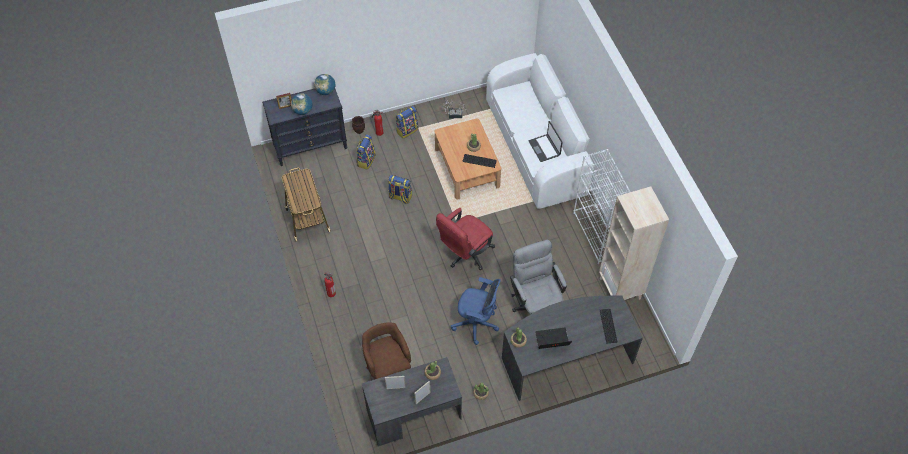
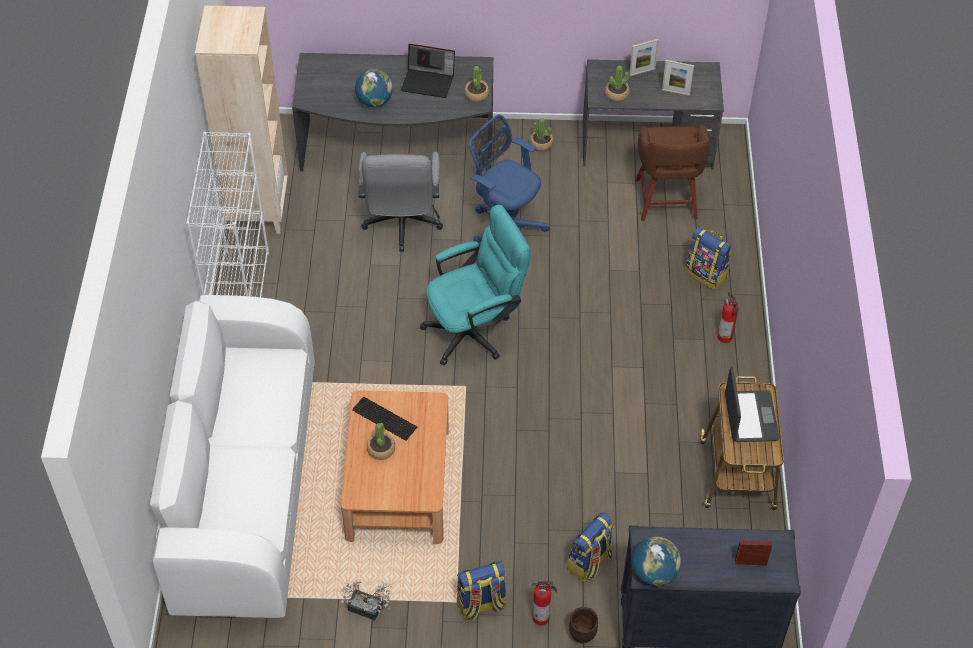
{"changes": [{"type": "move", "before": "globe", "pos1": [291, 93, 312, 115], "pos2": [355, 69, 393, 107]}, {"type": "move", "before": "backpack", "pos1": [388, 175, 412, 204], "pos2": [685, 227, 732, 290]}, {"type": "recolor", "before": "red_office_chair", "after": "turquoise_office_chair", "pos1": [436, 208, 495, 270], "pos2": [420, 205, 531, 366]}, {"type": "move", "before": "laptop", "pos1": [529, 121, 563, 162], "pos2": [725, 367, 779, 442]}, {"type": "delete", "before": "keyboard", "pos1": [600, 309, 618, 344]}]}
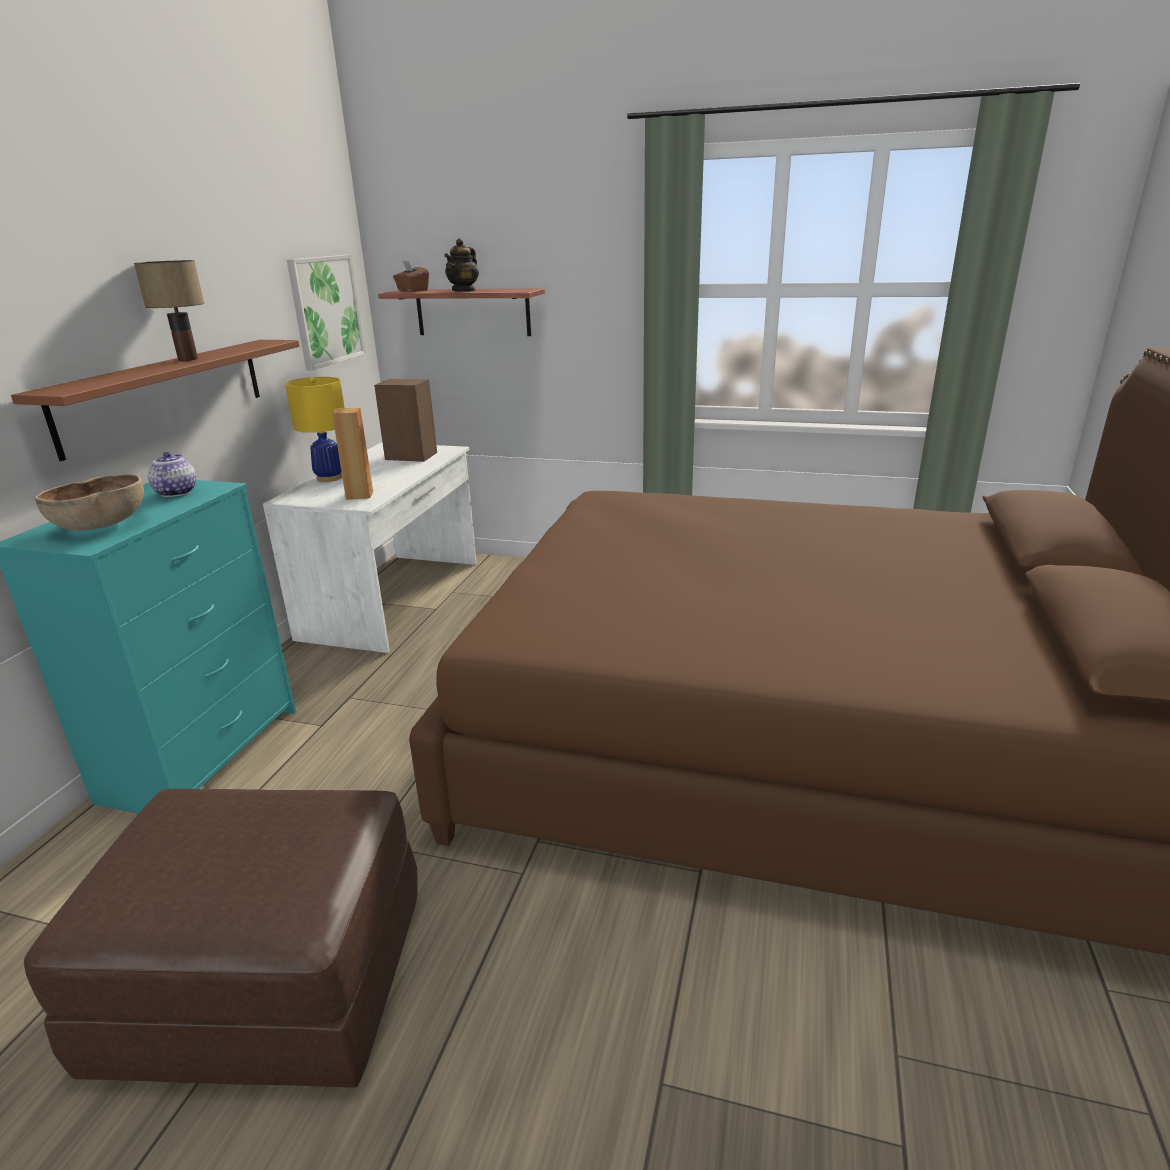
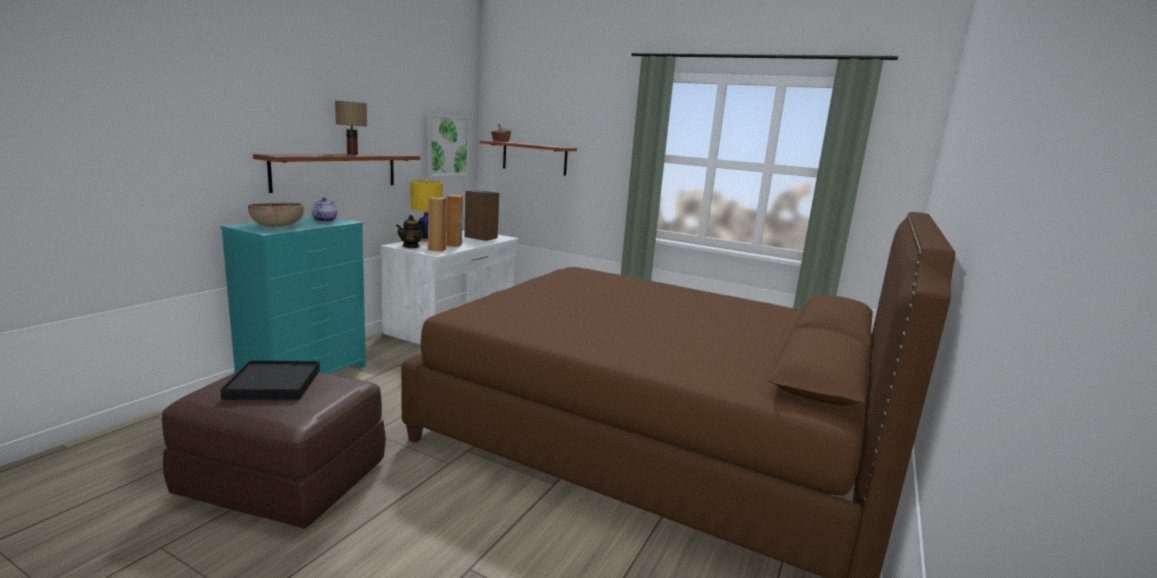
{"changes": [{"type": "move", "before": "teapot", "pos1": [444, 238, 479, 292], "pos2": [396, 215, 426, 248]}, {"type": "insert", "after": "black_tray", "pos2": [220, 360, 320, 400]}, {"type": "insert", "after": "brown_speaker", "pos2": [447, 195, 463, 247]}]}
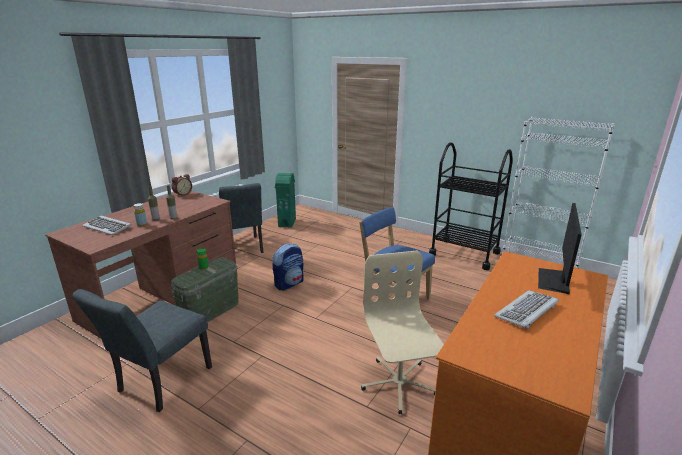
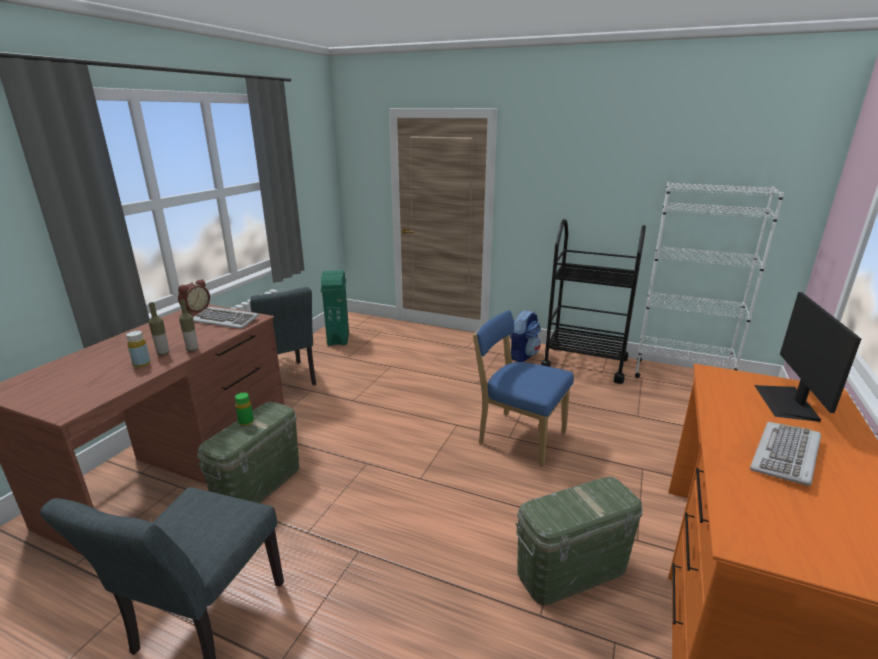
{"changes": [{"type": "move", "before": "keyboard", "pos1": [82, 216, 132, 235], "pos2": [193, 307, 259, 329]}, {"type": "move", "before": "backpack", "pos1": [272, 243, 304, 290], "pos2": [510, 310, 541, 362]}, {"type": "replace", "before": "beige_office_chair", "after": "green_storage_box", "pos1": [361, 251, 444, 414], "pos2": [515, 477, 643, 606]}]}
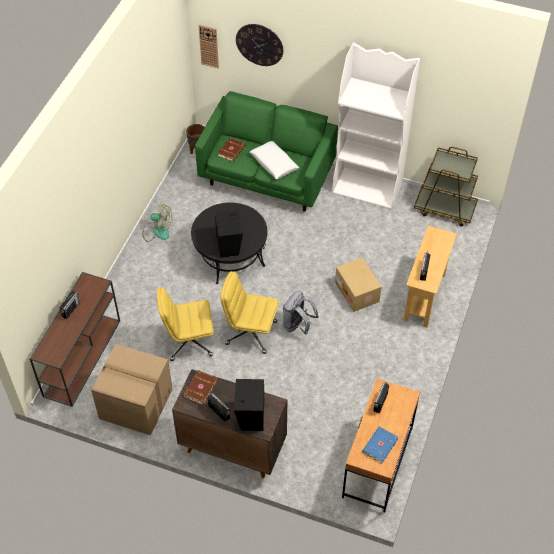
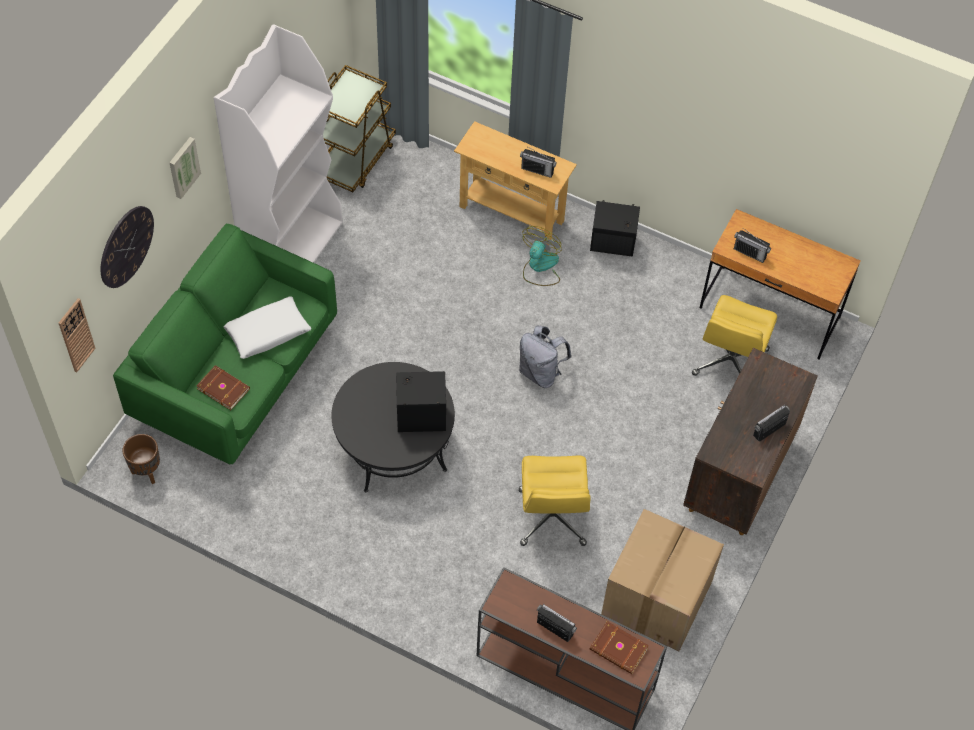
{"changes": [{"type": "move", "before": "fan", "pos1": [142, 204, 172, 242], "pos2": [522, 226, 561, 286]}, {"type": "move", "before": "brown_book", "pos1": [183, 370, 218, 405], "pos2": [590, 621, 649, 674]}, {"type": "move", "before": "yellow_office_chair", "pos1": [221, 271, 279, 354], "pos2": [692, 295, 777, 376]}, {"type": "move", "before": "black_speaker", "pos1": [234, 379, 264, 431], "pos2": [590, 200, 640, 257]}, {"type": "delete", "before": "cardboard_box", "pos1": [335, 257, 382, 312]}, {"type": "delete", "before": "blue_book", "pos1": [362, 426, 398, 463]}, {"type": "insert", "after": "picture", "pos2": [169, 137, 201, 199]}]}
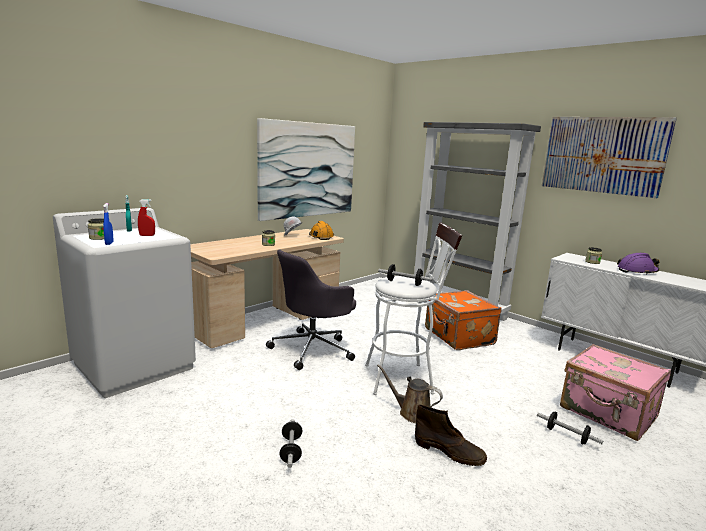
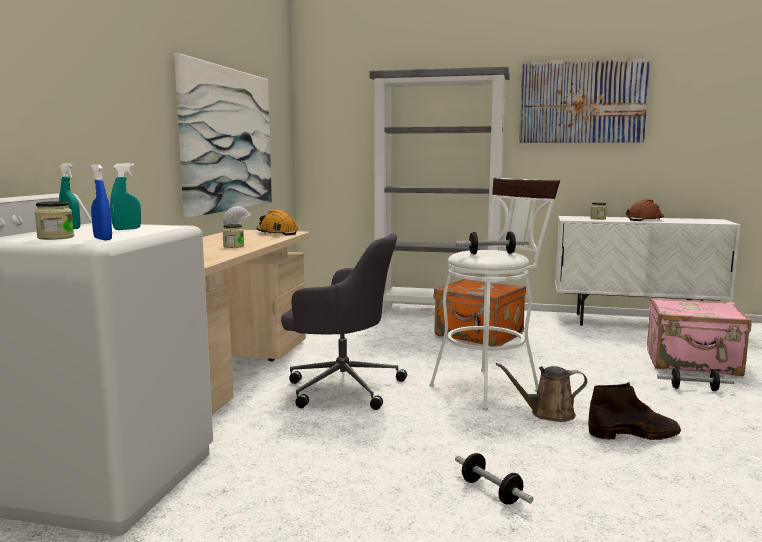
{"changes": [{"type": "recolor", "before": "red_spray_bottle", "after": "turquoise_spray_bottle", "pos1": [138, 199, 155, 236], "pos2": [110, 163, 141, 230]}, {"type": "rotate", "before": "grey_office_chair", "pos1": [266, 250, 356, 370], "pos2": [281, 233, 407, 410], "turn": -90}, {"type": "recolor", "before": "purple_hard_hat", "after": "brown_hard_hat", "pos1": [617, 253, 660, 274], "pos2": [626, 199, 664, 221]}]}
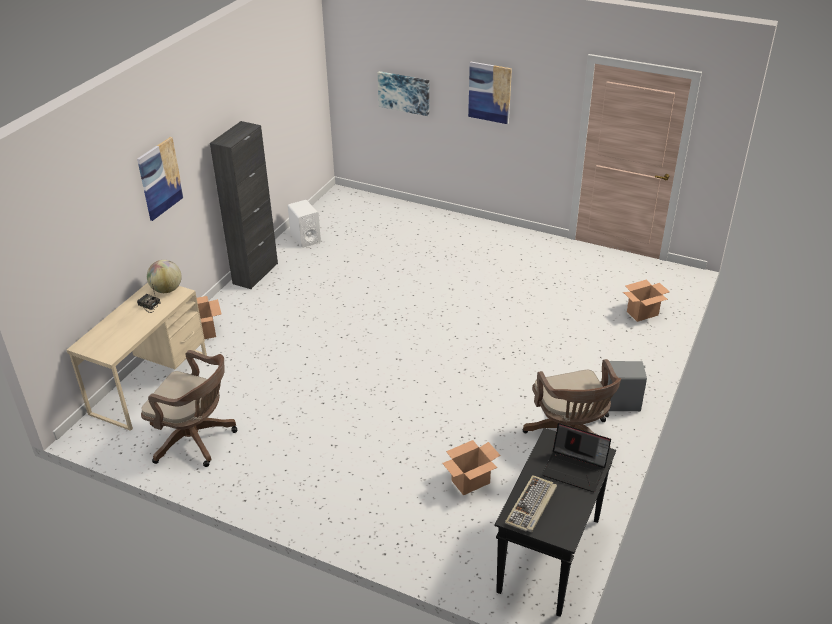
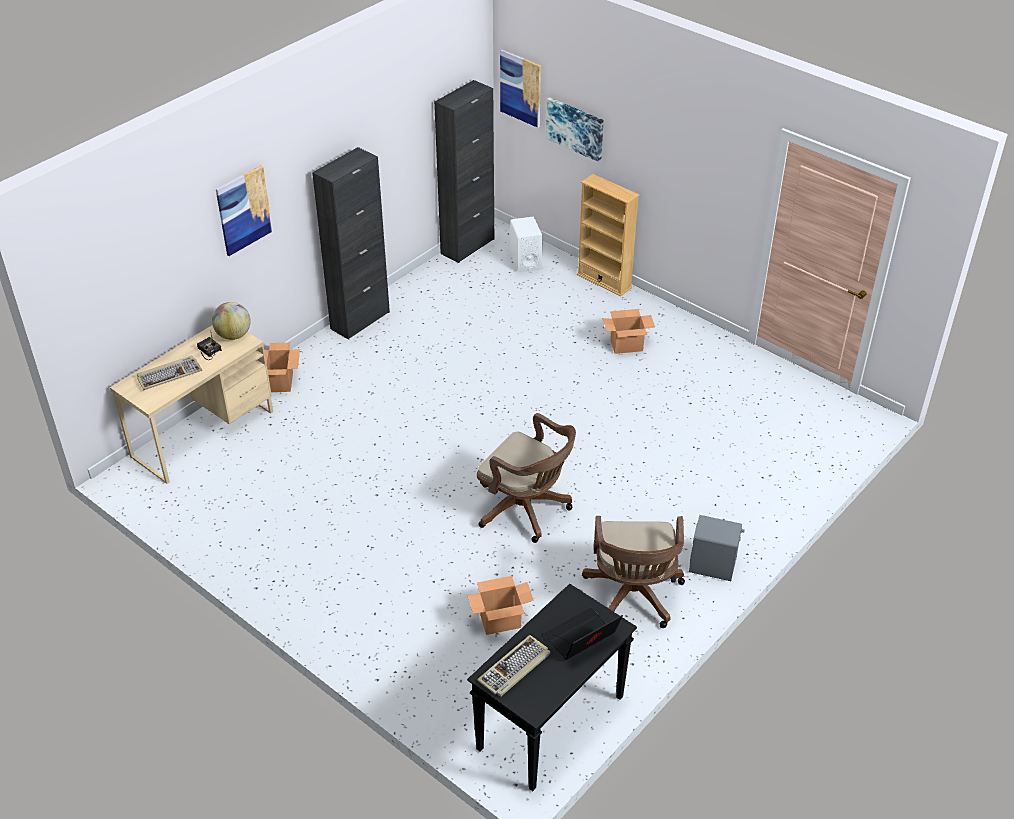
{"changes": [{"type": "move", "before": "brown_office_chair", "pos1": [141, 350, 238, 467], "pos2": [477, 413, 576, 543]}, {"type": "move", "before": "white_speaker", "pos1": [288, 200, 321, 248], "pos2": [510, 217, 543, 273]}, {"type": "move", "before": "picture", "pos1": [468, 62, 512, 124], "pos2": [500, 50, 541, 128]}, {"type": "rotate", "before": "laptop", "pos1": [542, 423, 611, 492], "pos2": [543, 608, 623, 660], "turn": 105}, {"type": "move", "before": "cardboard_box", "pos1": [623, 279, 670, 322], "pos2": [602, 309, 655, 354]}, {"type": "insert", "after": "keyboard", "pos2": [137, 355, 202, 390]}, {"type": "insert", "after": "black_cabinet", "pos2": [434, 80, 494, 263]}, {"type": "insert", "after": "beige_bookcase", "pos2": [577, 174, 639, 297]}]}
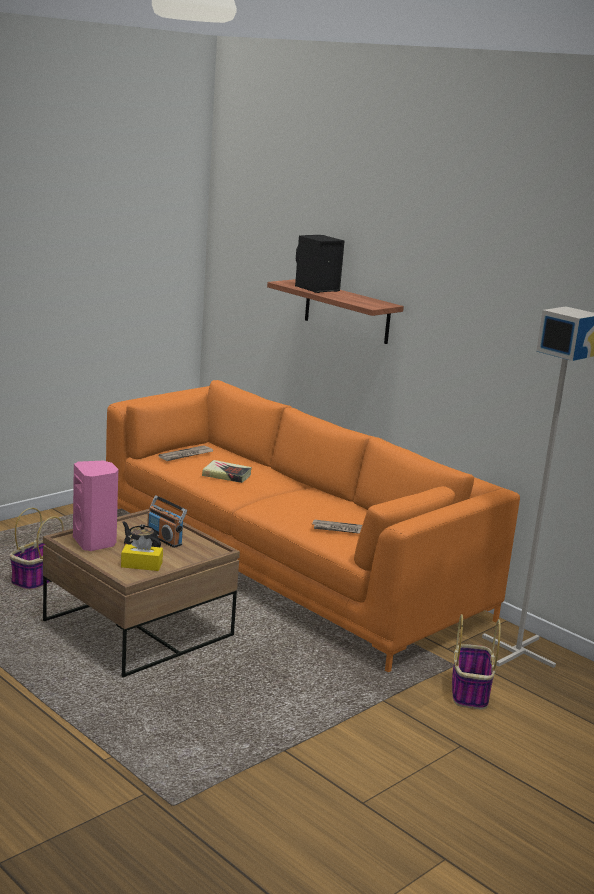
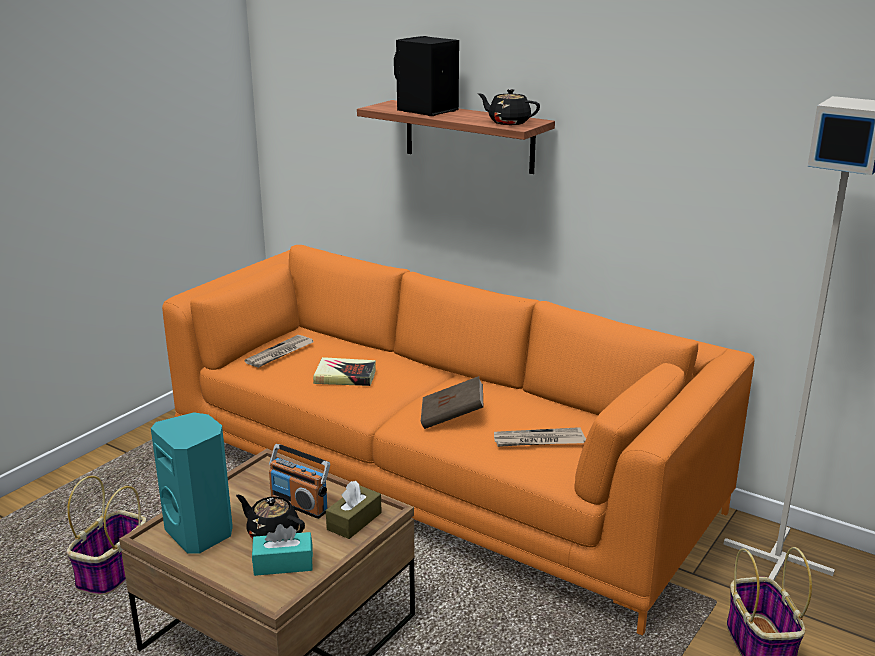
{"changes": [{"type": "recolor", "before": "pink_speaker", "after": "turquoise_speaker", "pos1": [73, 461, 118, 551], "pos2": [151, 412, 233, 554]}, {"type": "recolor", "before": "yellow_tissue_box", "after": "turquoise_tissue_box", "pos1": [121, 536, 163, 571], "pos2": [252, 524, 313, 576]}, {"type": "insert", "after": "brown_tissue_box", "pos2": [326, 481, 382, 539]}, {"type": "insert", "after": "brown_book", "pos2": [421, 376, 483, 429]}, {"type": "insert", "after": "black_teapot", "pos2": [477, 89, 540, 125]}]}
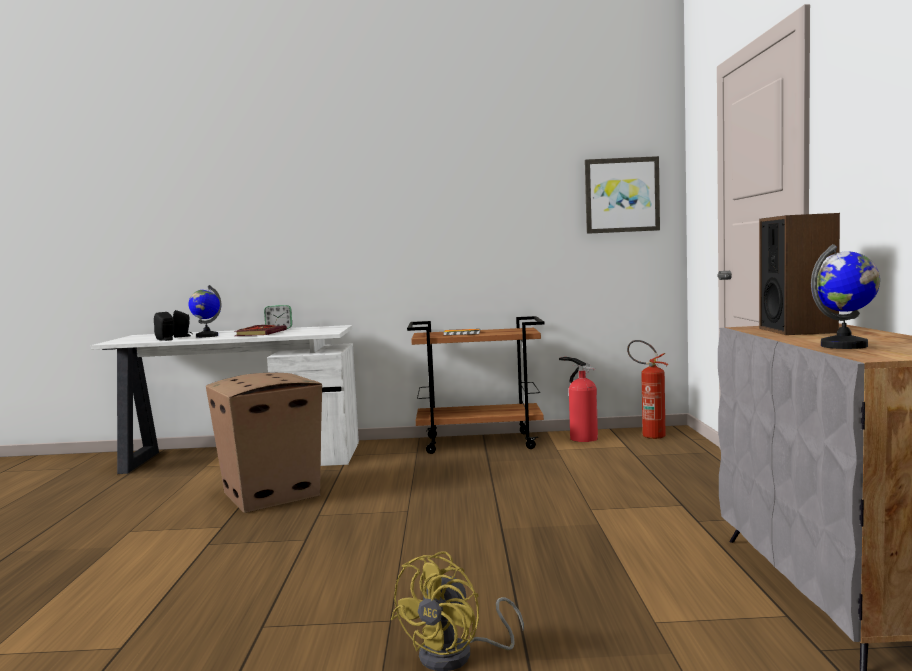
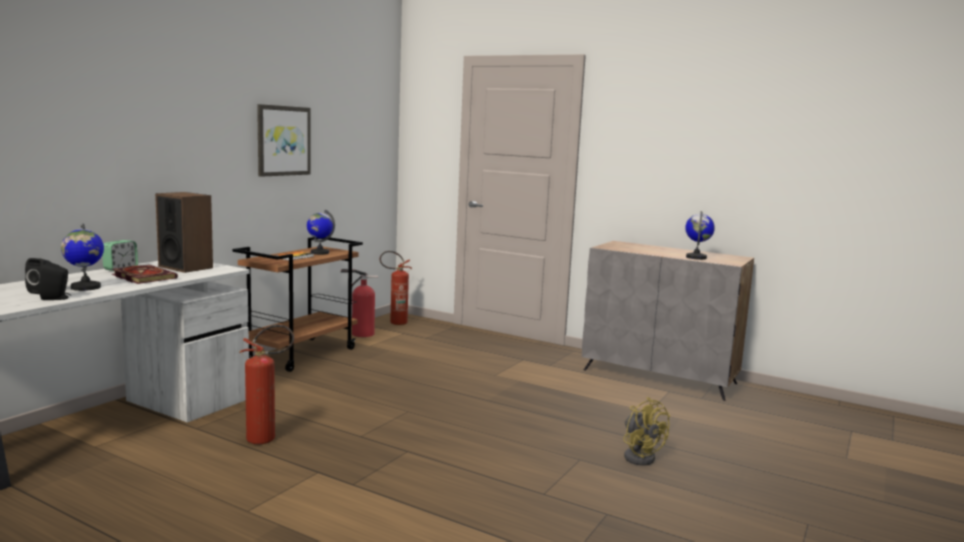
{"changes": [{"type": "replace", "before": "cardboard_box", "after": "fire_extinguisher", "pos1": [206, 373, 322, 513], "pos2": [239, 324, 294, 444]}, {"type": "move", "before": "picture", "pos1": [585, 156, 660, 234], "pos2": [257, 104, 311, 177]}, {"type": "move", "before": "speaker", "pos1": [759, 213, 840, 335], "pos2": [155, 192, 213, 273]}, {"type": "insert", "after": "globe", "pos2": [307, 209, 335, 255]}]}
